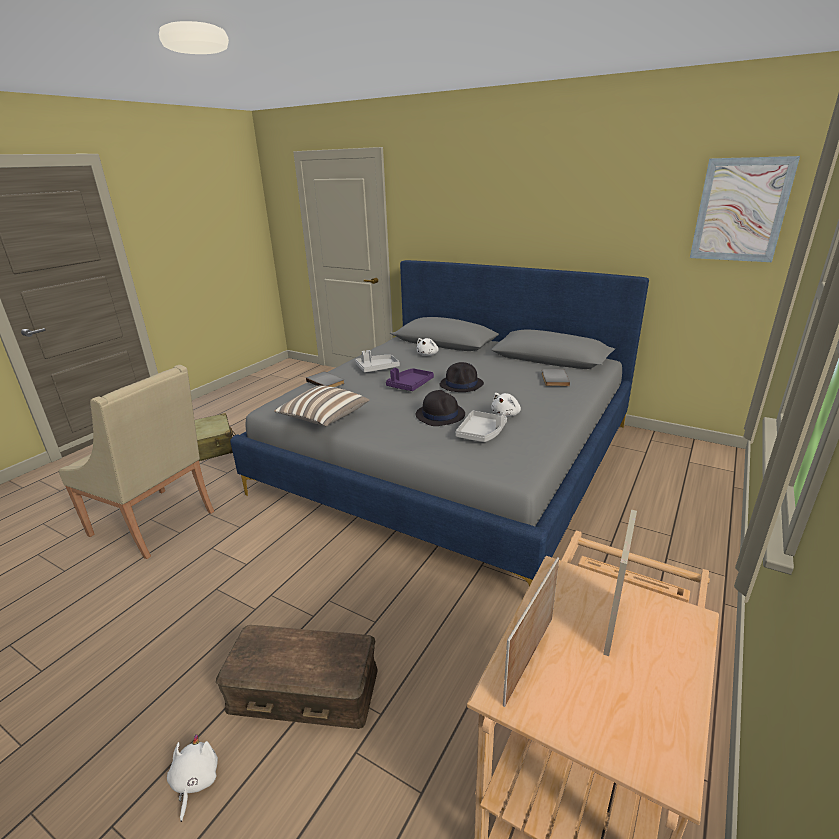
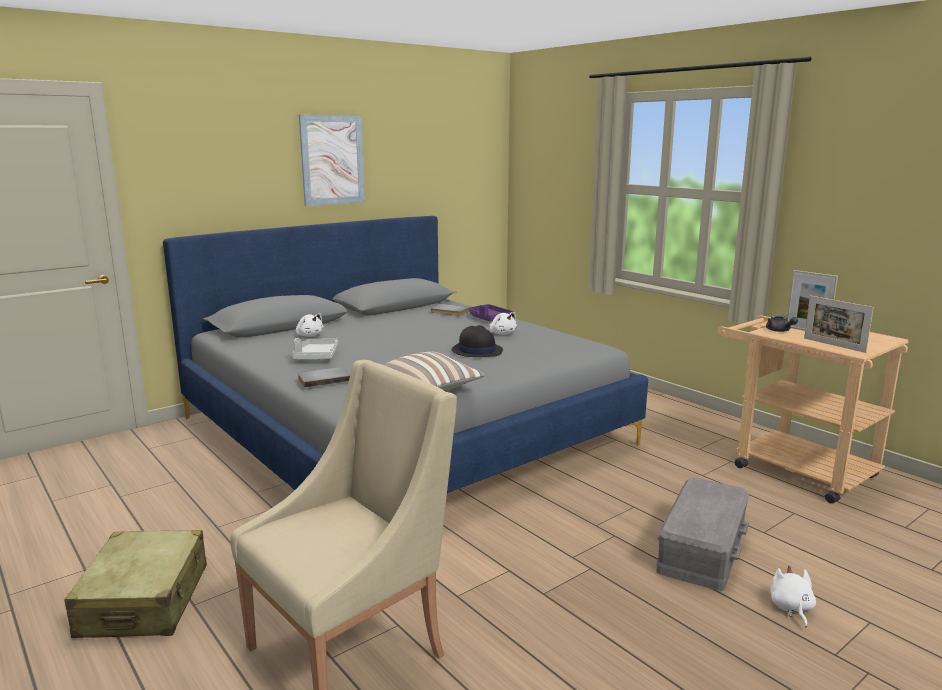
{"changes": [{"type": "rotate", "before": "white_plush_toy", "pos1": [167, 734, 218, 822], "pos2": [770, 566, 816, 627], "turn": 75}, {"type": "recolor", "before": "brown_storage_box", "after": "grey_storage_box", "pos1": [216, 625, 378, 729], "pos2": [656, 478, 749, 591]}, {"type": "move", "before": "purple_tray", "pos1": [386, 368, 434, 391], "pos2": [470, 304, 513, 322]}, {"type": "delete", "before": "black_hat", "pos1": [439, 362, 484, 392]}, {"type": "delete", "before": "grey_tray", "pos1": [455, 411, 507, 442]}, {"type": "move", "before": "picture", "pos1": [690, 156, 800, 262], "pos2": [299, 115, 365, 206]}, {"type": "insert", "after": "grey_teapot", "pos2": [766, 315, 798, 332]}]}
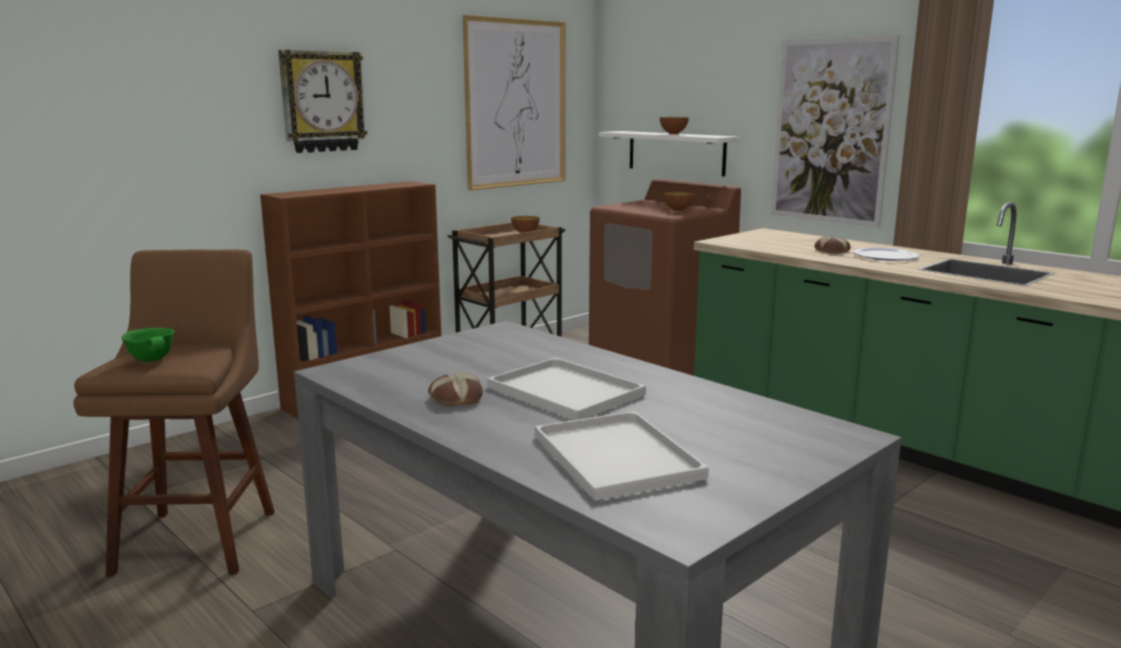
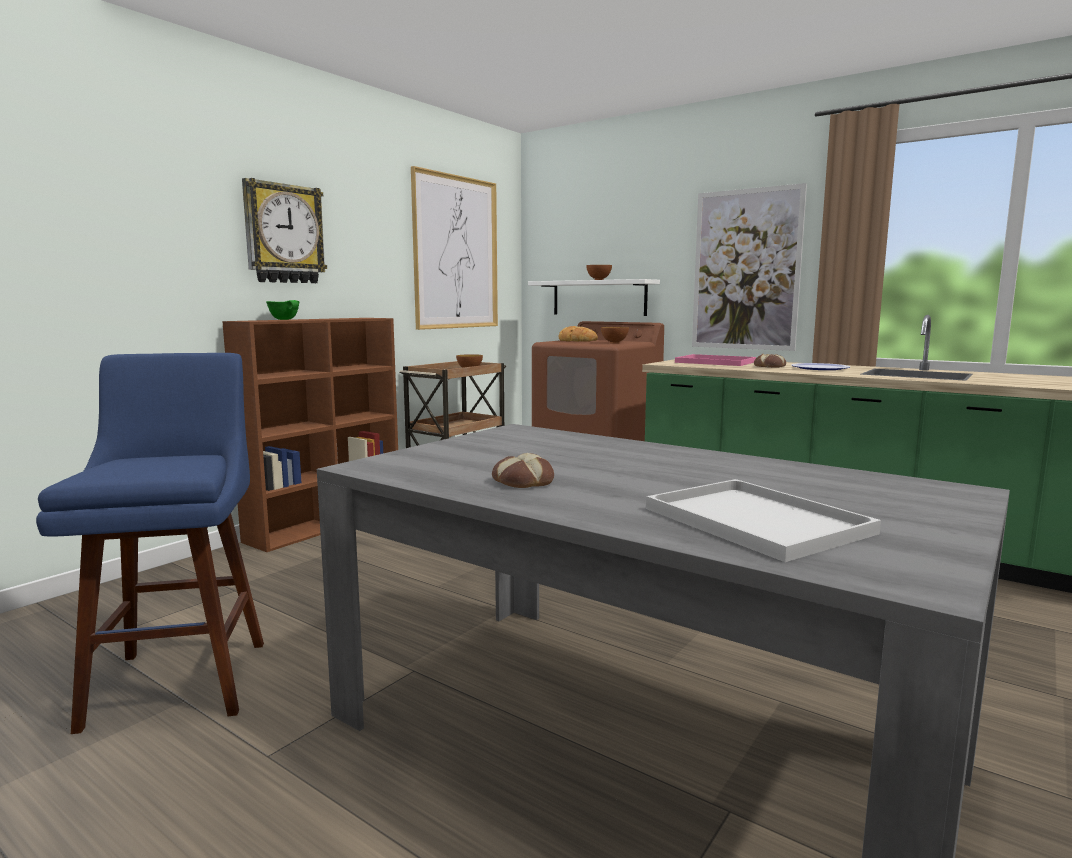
{"changes": [{"type": "recolor", "before": "brown_stool", "after": "blue_stool", "pos1": [73, 250, 275, 577], "pos2": [36, 353, 264, 734]}, {"type": "move", "before": "green_bowl", "pos1": [121, 328, 174, 362], "pos2": [266, 300, 300, 320]}, {"type": "delete", "before": "white_tray", "pos1": [487, 358, 646, 420]}, {"type": "insert", "after": "bread", "pos2": [558, 326, 598, 342]}, {"type": "insert", "after": "pink_tray", "pos2": [675, 354, 756, 366]}]}
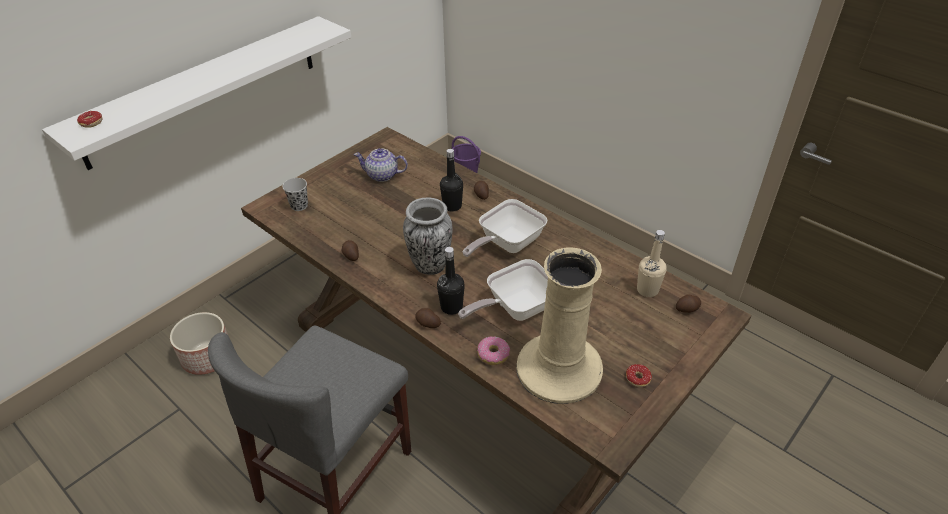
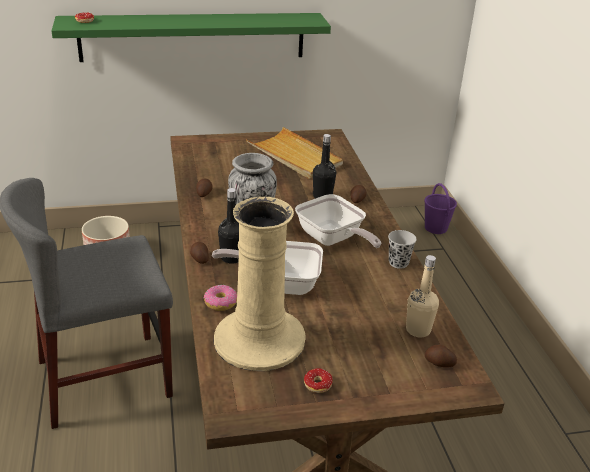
{"changes": [{"type": "recolor", "before": "white_shelf", "after": "green_shelf", "pos1": [42, 16, 351, 170], "pos2": [51, 13, 331, 62]}, {"type": "move", "before": "black_cup", "pos1": [282, 178, 308, 211], "pos2": [388, 230, 416, 269]}, {"type": "replace", "before": "teapot", "after": "beige_tray", "pos1": [354, 148, 408, 182], "pos2": [246, 127, 343, 179]}, {"type": "rotate", "before": "frying_pan", "pos1": [463, 199, 547, 257], "pos2": [295, 194, 381, 248], "turn": -120}]}
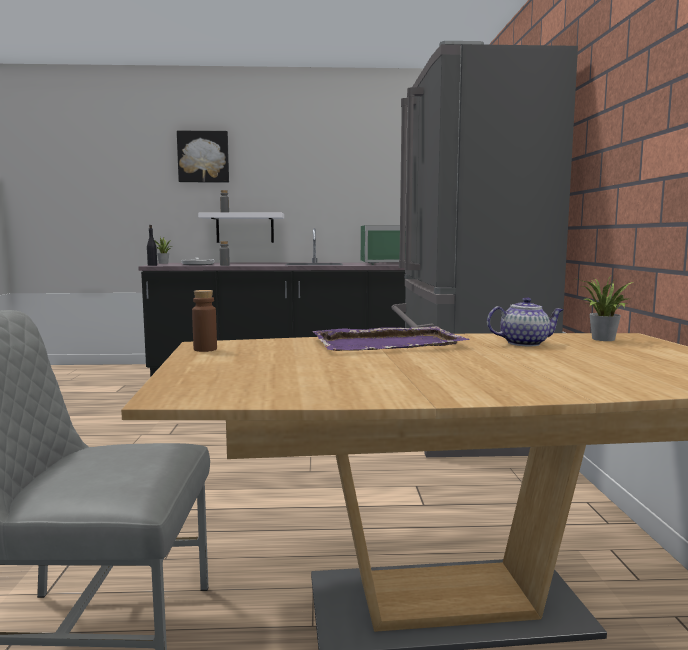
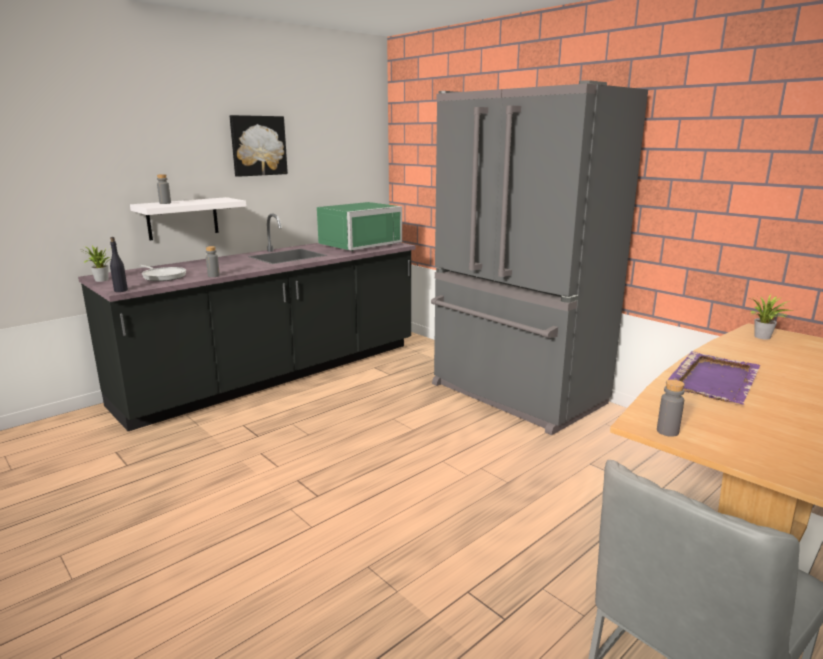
{"changes": [{"type": "move", "before": "picture", "pos1": [177, 131, 229, 182], "pos2": [230, 115, 288, 177]}, {"type": "recolor", "before": "brown_bottle", "after": "grey_bottle", "pos1": [192, 290, 217, 352], "pos2": [657, 380, 685, 437]}, {"type": "delete", "before": "teapot", "pos1": [487, 297, 563, 346]}]}
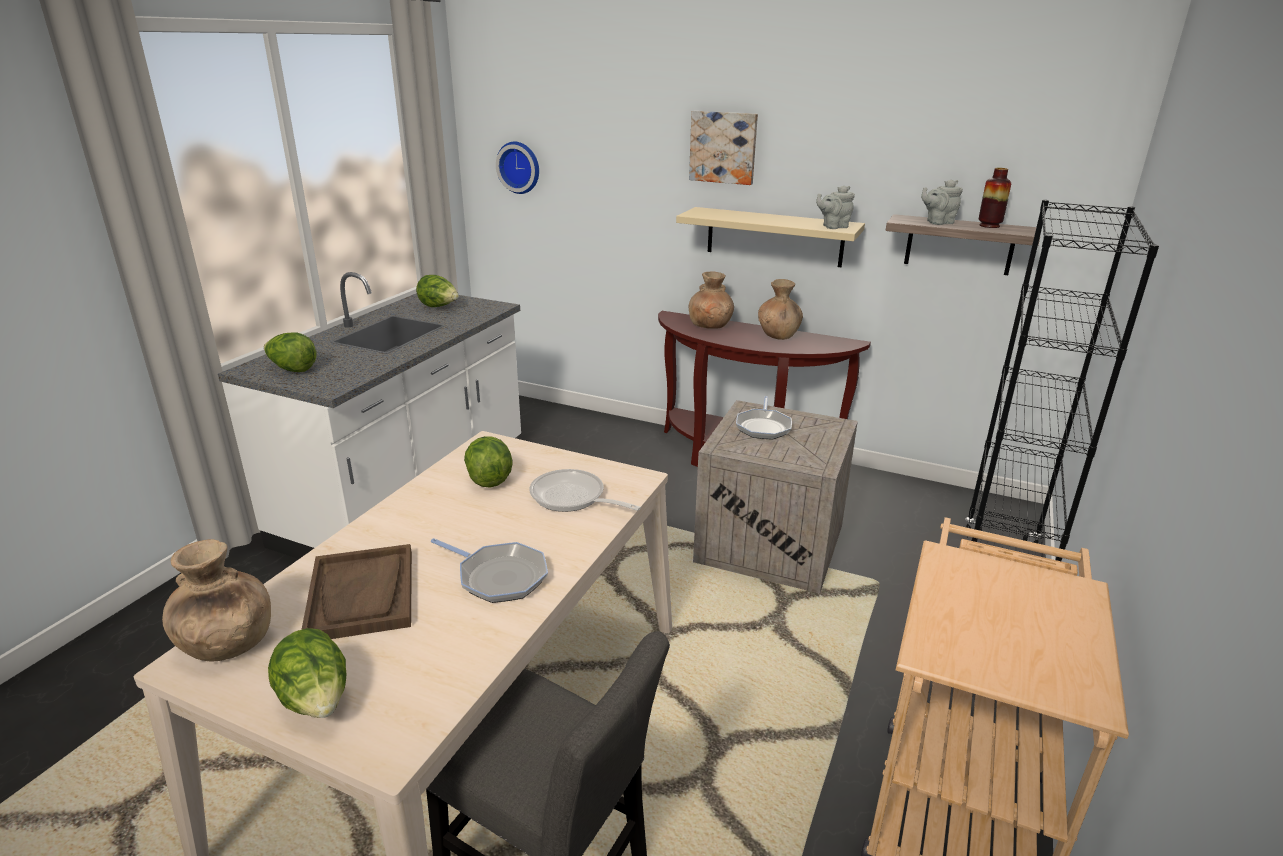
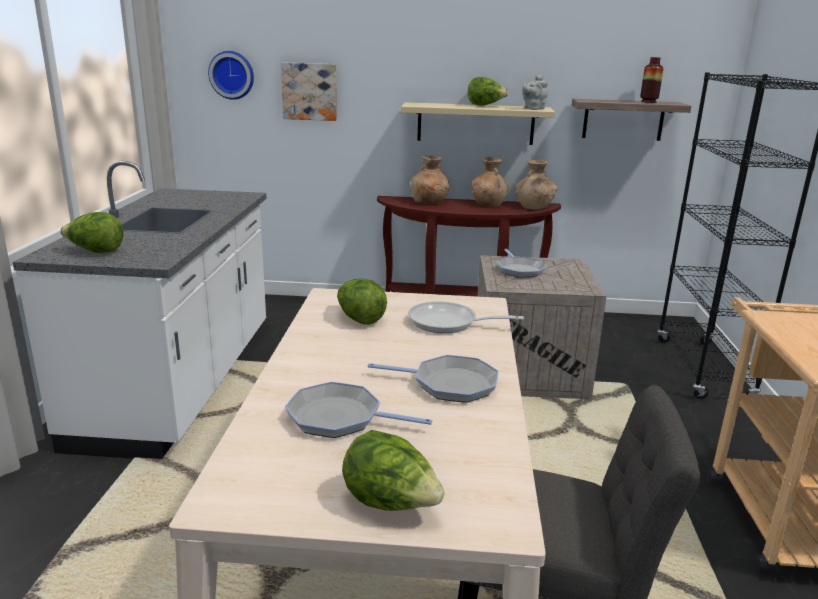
{"changes": [{"type": "move", "before": "brown_vase", "pos1": [162, 539, 271, 662], "pos2": [516, 160, 558, 209]}, {"type": "replace", "before": "brown_tray", "after": "frying_pan", "pos1": [302, 544, 412, 639], "pos2": [285, 382, 432, 438]}, {"type": "move", "before": "lettuce", "pos1": [416, 275, 459, 307], "pos2": [468, 77, 509, 106]}, {"type": "move", "before": "picture", "pos1": [689, 111, 758, 185], "pos2": [281, 62, 337, 121]}, {"type": "delete", "before": "grey_teapot", "pos1": [921, 180, 963, 225]}]}
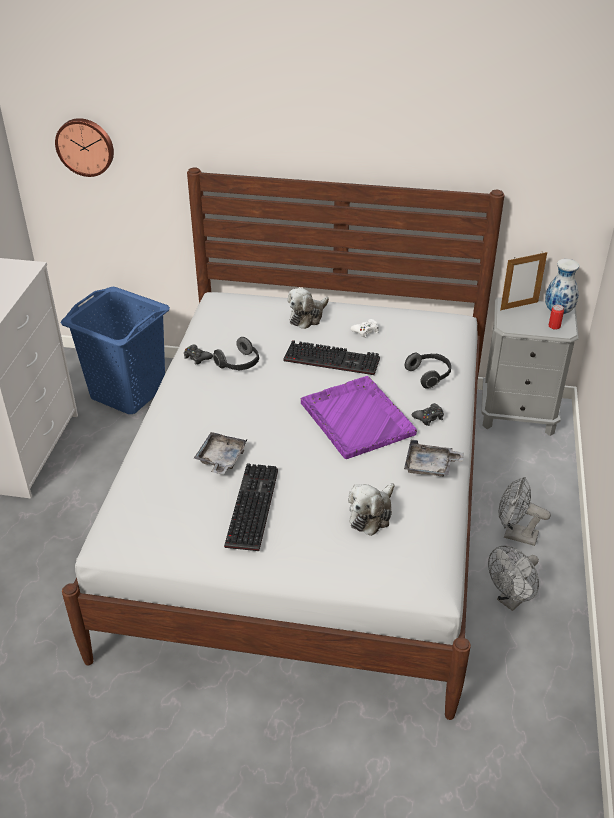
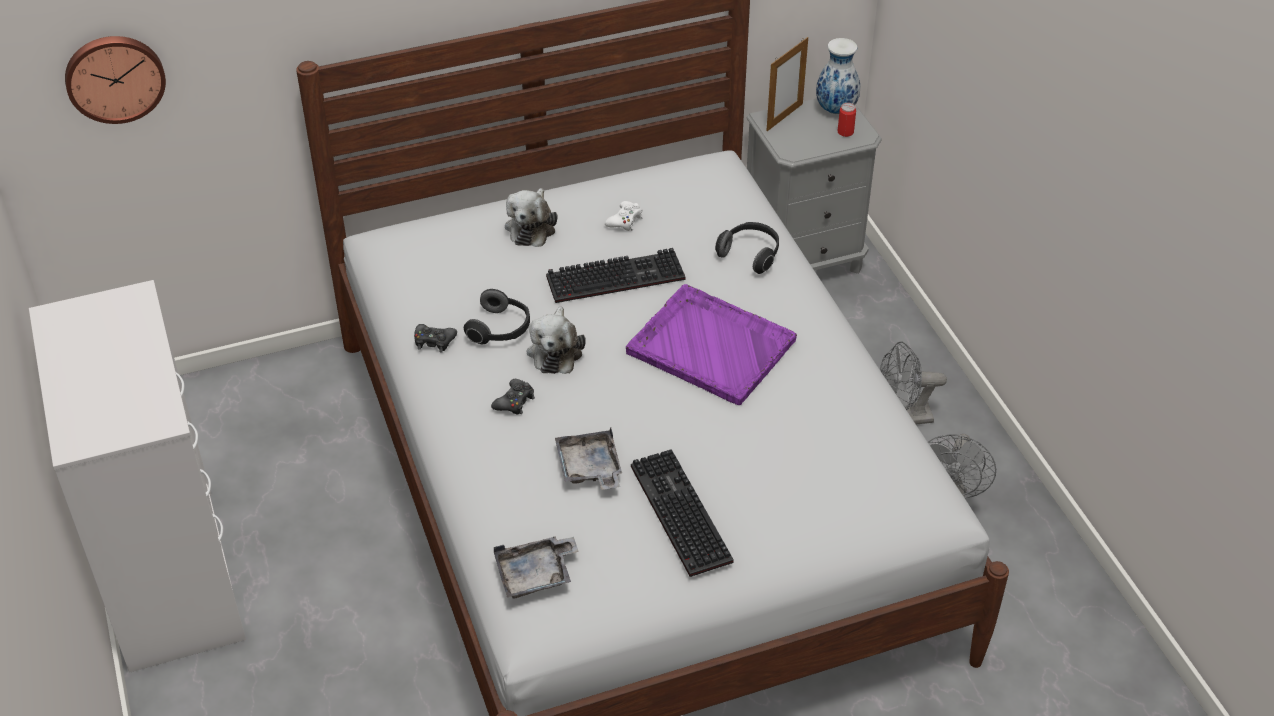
{"changes": [{"type": "delete", "before": "blue_laundry_basket", "pos1": [61, 287, 170, 414]}, {"type": "move", "before": "plush_toy", "pos1": [348, 483, 395, 536], "pos2": [527, 306, 586, 374]}, {"type": "move", "before": "grey_tray", "pos1": [404, 440, 464, 477], "pos2": [494, 536, 579, 599]}, {"type": "move", "before": "black_game_controller", "pos1": [412, 403, 444, 426], "pos2": [491, 379, 535, 415]}]}
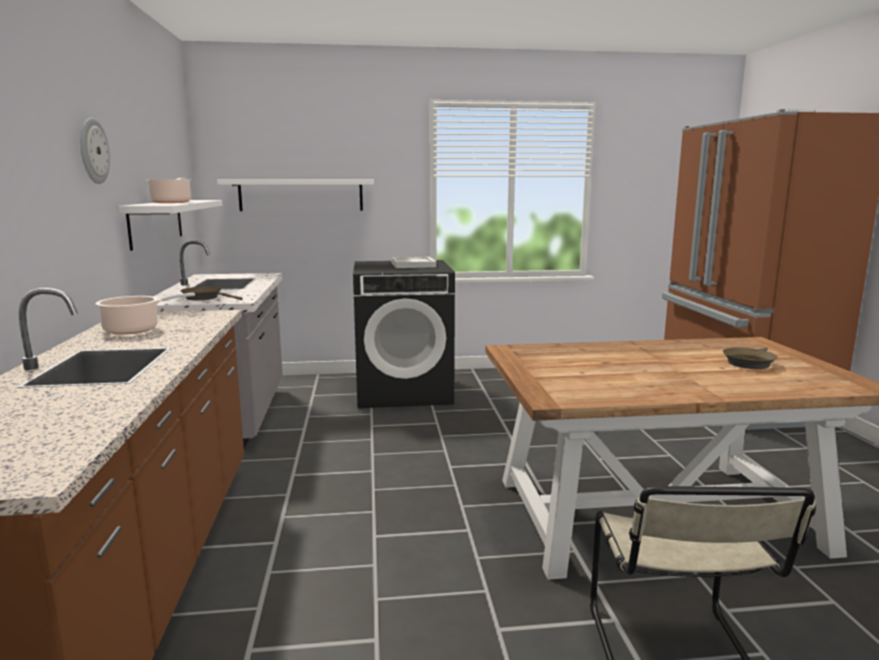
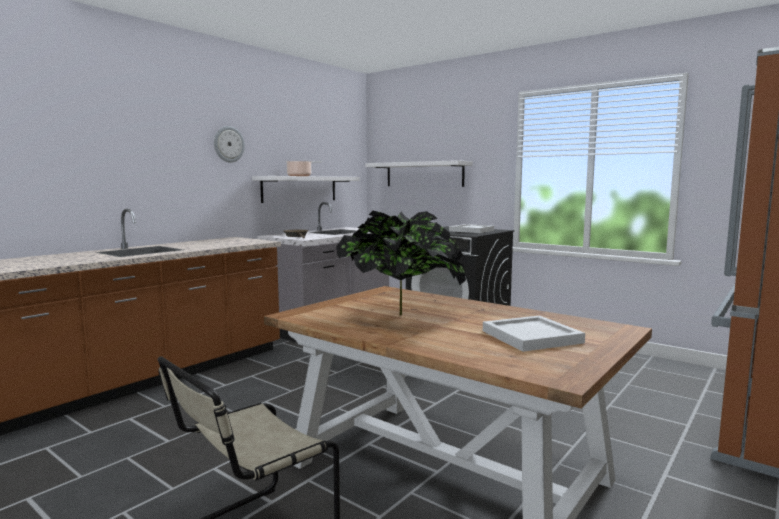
{"changes": [{"type": "delete", "before": "cooking_pot", "pos1": [95, 293, 195, 335]}, {"type": "replace", "before": "brown_frying_pan", "after": "white_tray", "pos1": [723, 347, 778, 369], "pos2": [483, 315, 585, 352]}, {"type": "insert", "after": "potted_plant", "pos2": [336, 211, 466, 315]}]}
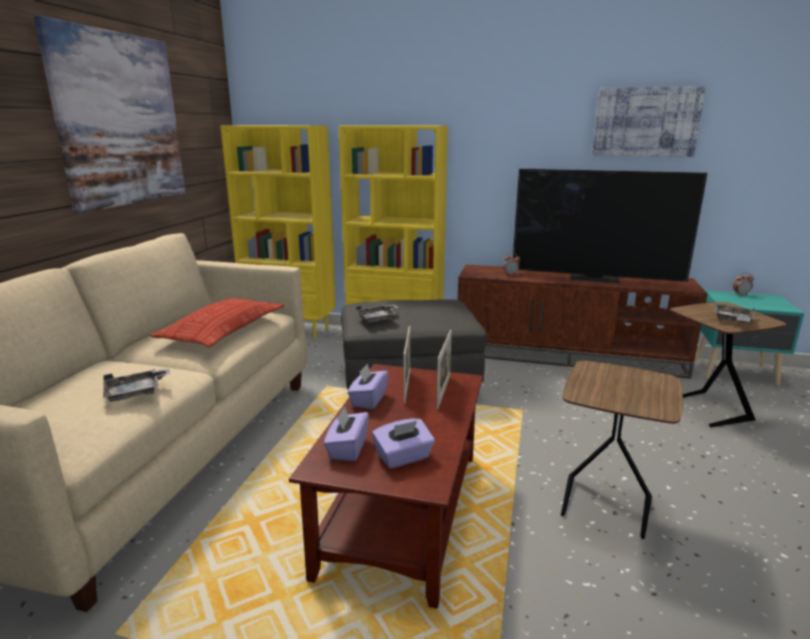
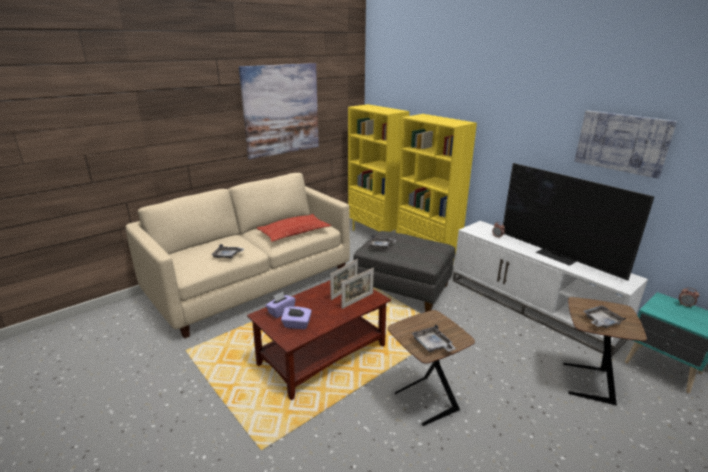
{"changes": [{"type": "delete", "before": "purple_tissue_box", "pos1": [347, 363, 388, 409]}, {"type": "recolor", "before": "brown_tv_stand", "after": "white_tv_stand", "pos1": [458, 265, 708, 379], "pos2": [453, 221, 648, 357]}, {"type": "insert", "after": "grey_tray", "pos2": [411, 324, 456, 353]}]}
